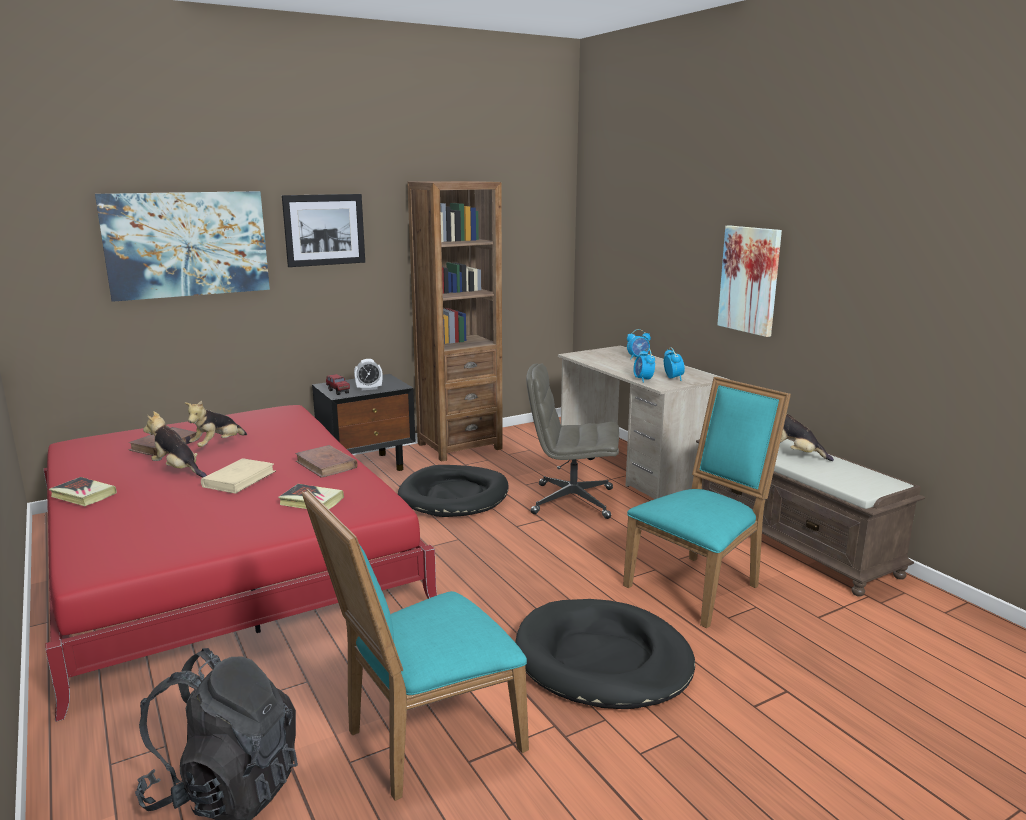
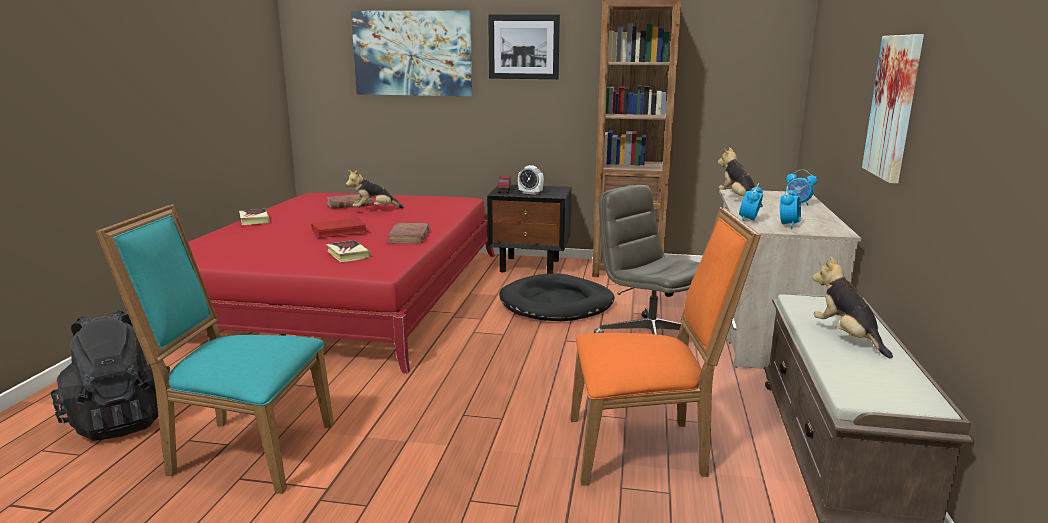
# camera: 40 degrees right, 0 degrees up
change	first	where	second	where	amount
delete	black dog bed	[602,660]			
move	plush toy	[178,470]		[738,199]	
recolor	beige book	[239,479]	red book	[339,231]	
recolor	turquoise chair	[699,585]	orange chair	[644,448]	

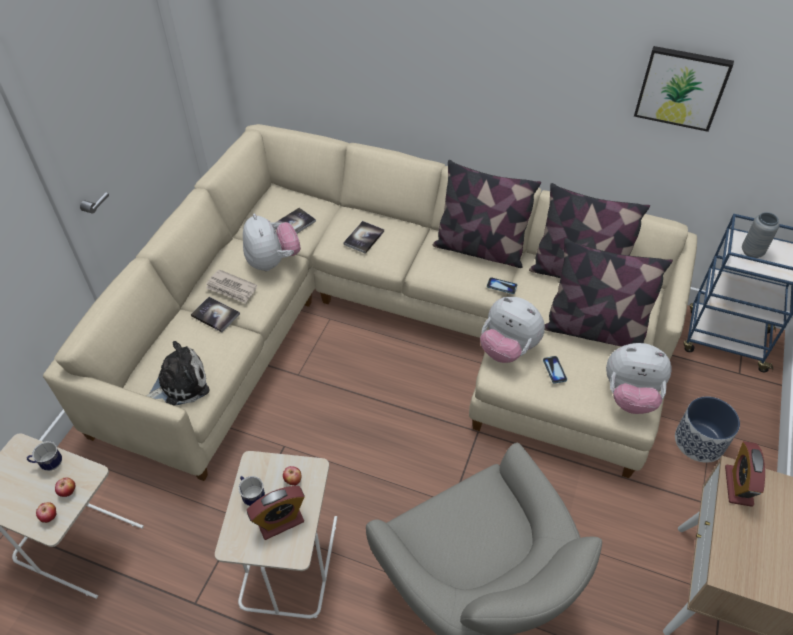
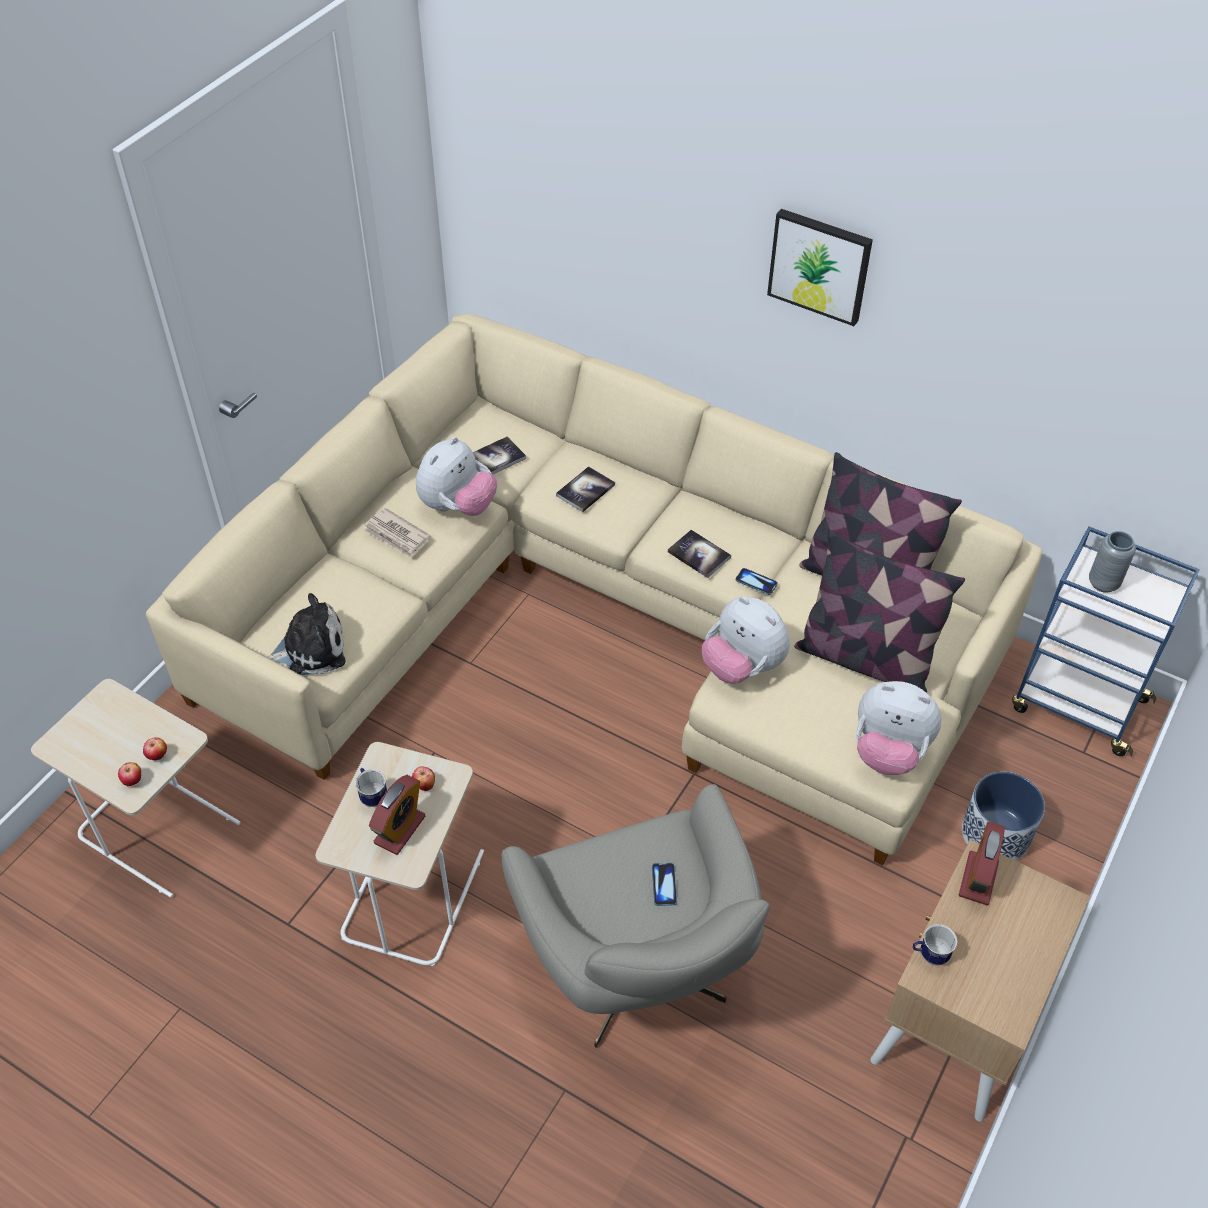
# camera: 10 degrees right, 0 degrees up
change	first	where	second	where	amount
delete	pillow	[479,249]			
move	mug	[49,464]		[929,955]	
move	book	[215,315]		[699,555]	
move	phone	[554,370]		[664,885]	
move	picture	[682,87]		[820,265]	
rotate	plush toy	[273,261]		[457,506]	45 degrees clockwise
rotate	alarm clock	[280,521]		[399,830]	45 degrees counterclockwise

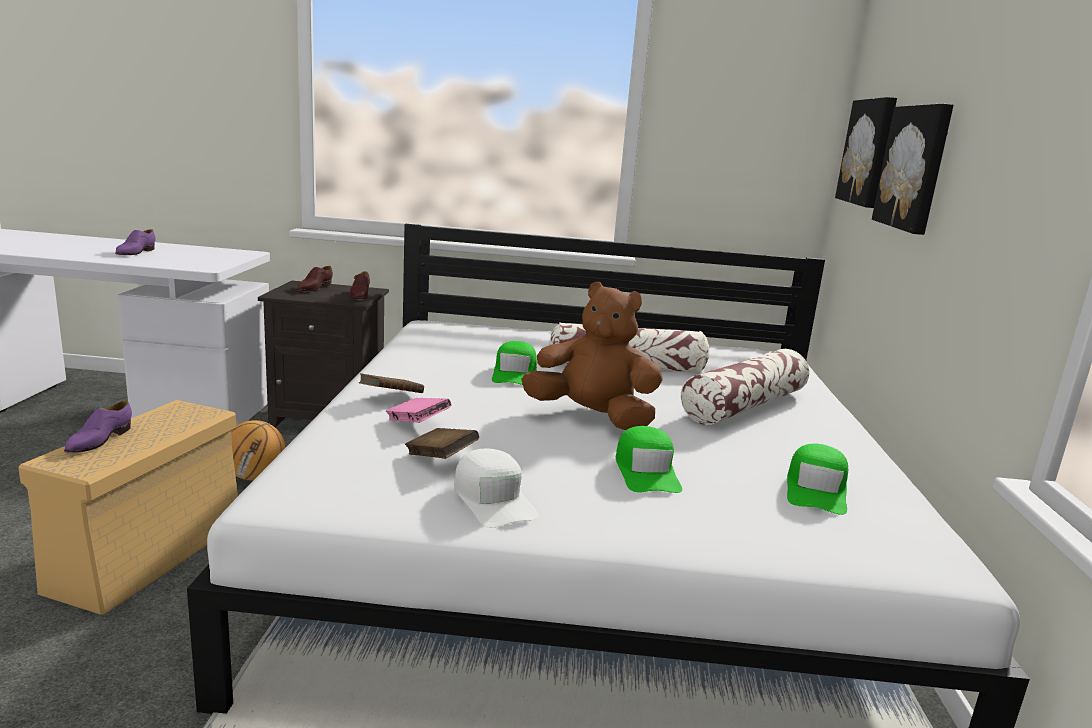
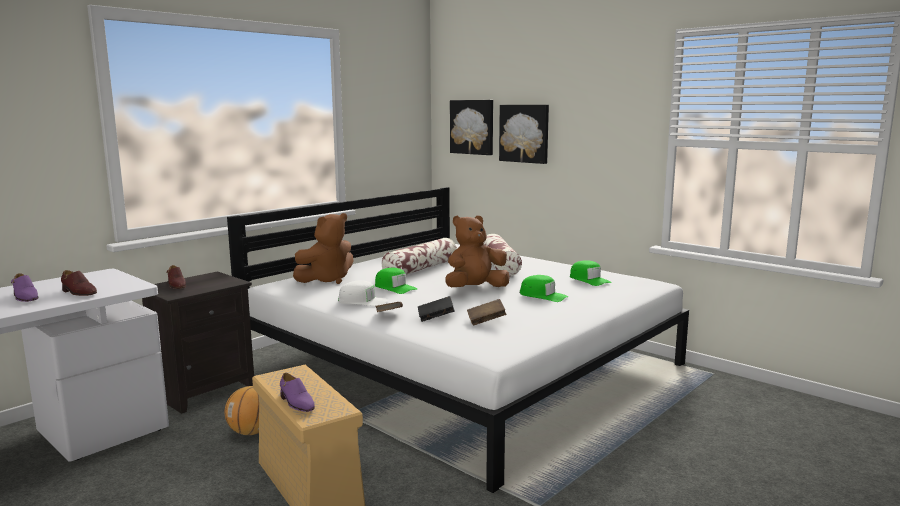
# camera: 50 degrees left, 5 degrees down
change	first	where	second	where	amount
insert			brown plush toy	[327,280]	
move	brown shoe	[360,295]		[79,293]	
move	white cap	[493,500]		[363,302]	
recolor	pink book	[417,424]	black book	[435,318]	

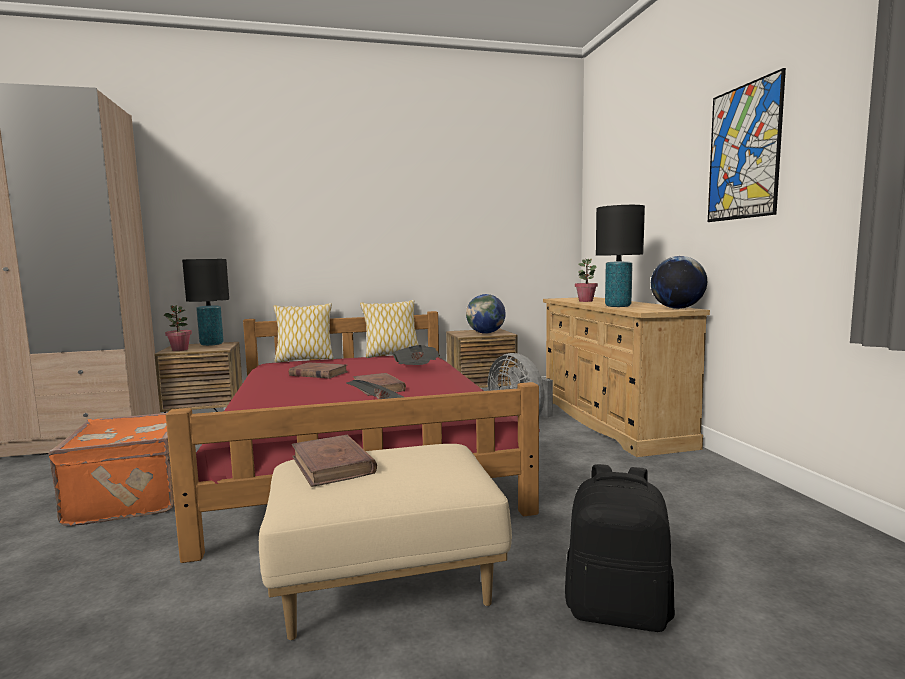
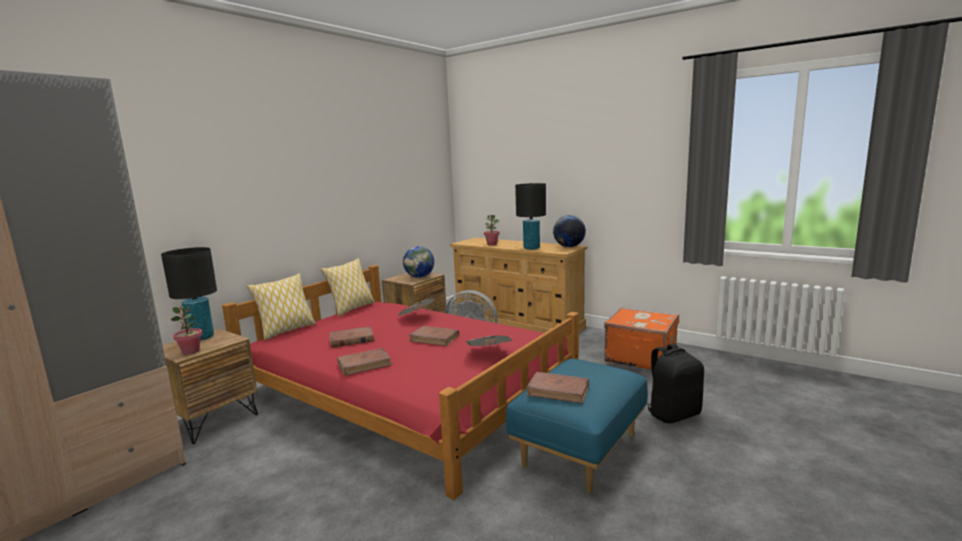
# camera: 40 degrees left, 5 degrees up
change	first	where	second	where	amount
delete	picture	[743,152]			
insert			brown book	[364,364]	
move	orange suitcase	[135,497]		[640,357]	
recolor	beige ottoman	[387,583]	blue ottoman	[579,449]	

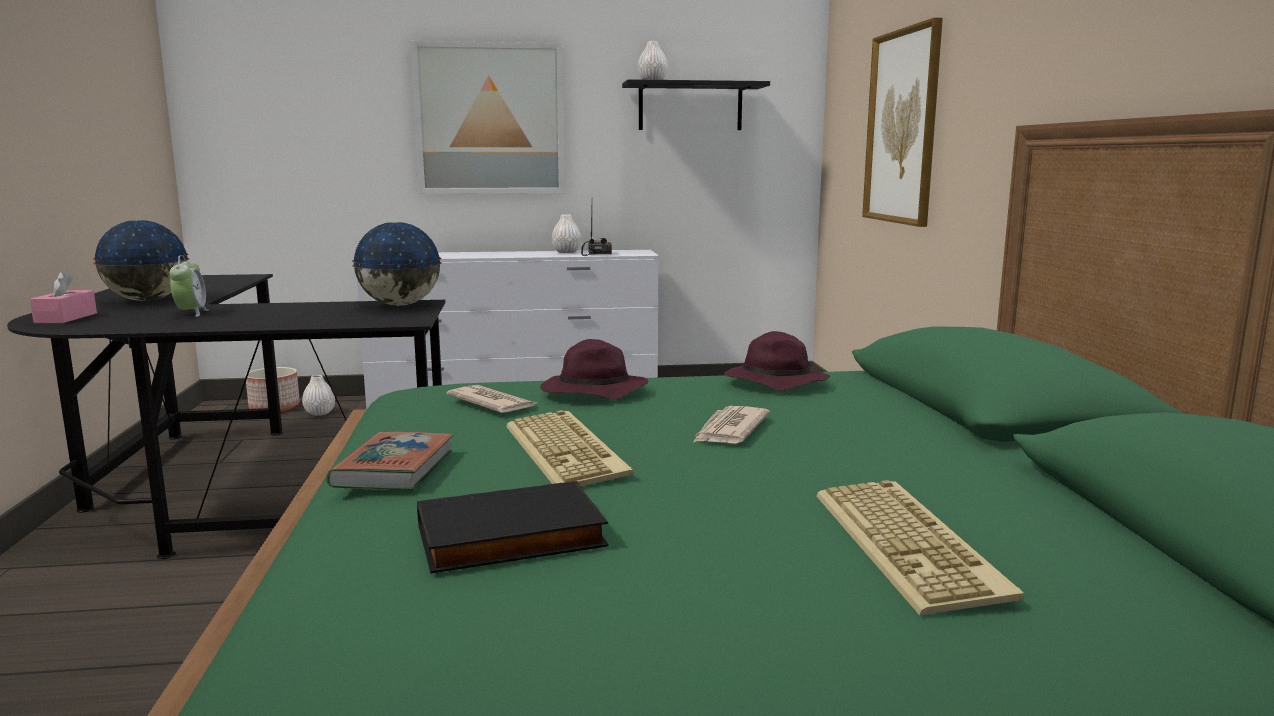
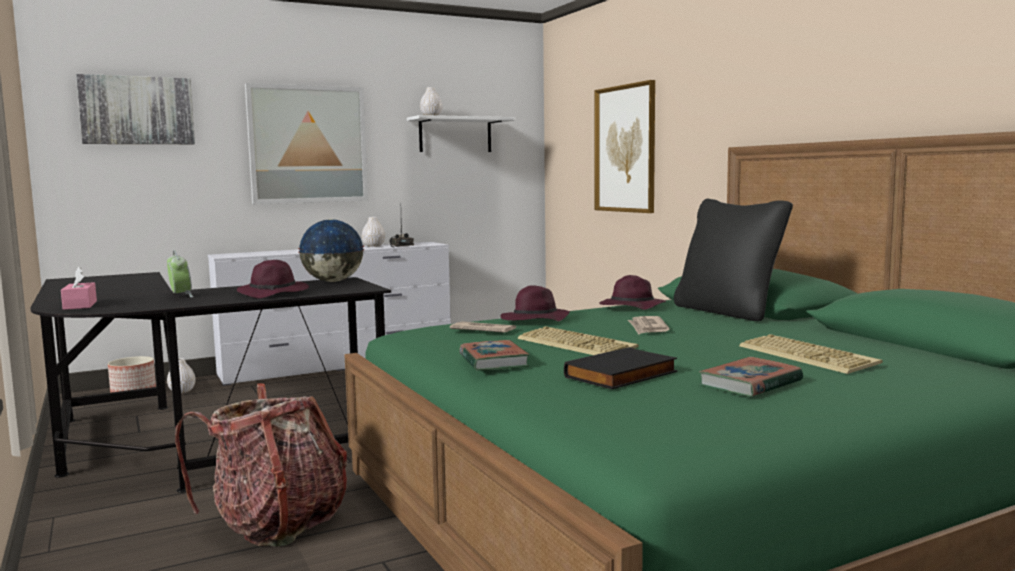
# camera: 20 degrees left, 5 degrees down
change	first	where	second	where	amount
delete	globe	[148,300]			
insert			picture	[137,110]	
insert			backpack	[276,523]	
insert			purple hat	[274,293]	
insert			black pillow	[728,312]	
insert			book	[750,383]	
recolor	black shelf	[690,107]	white shelf	[455,135]	

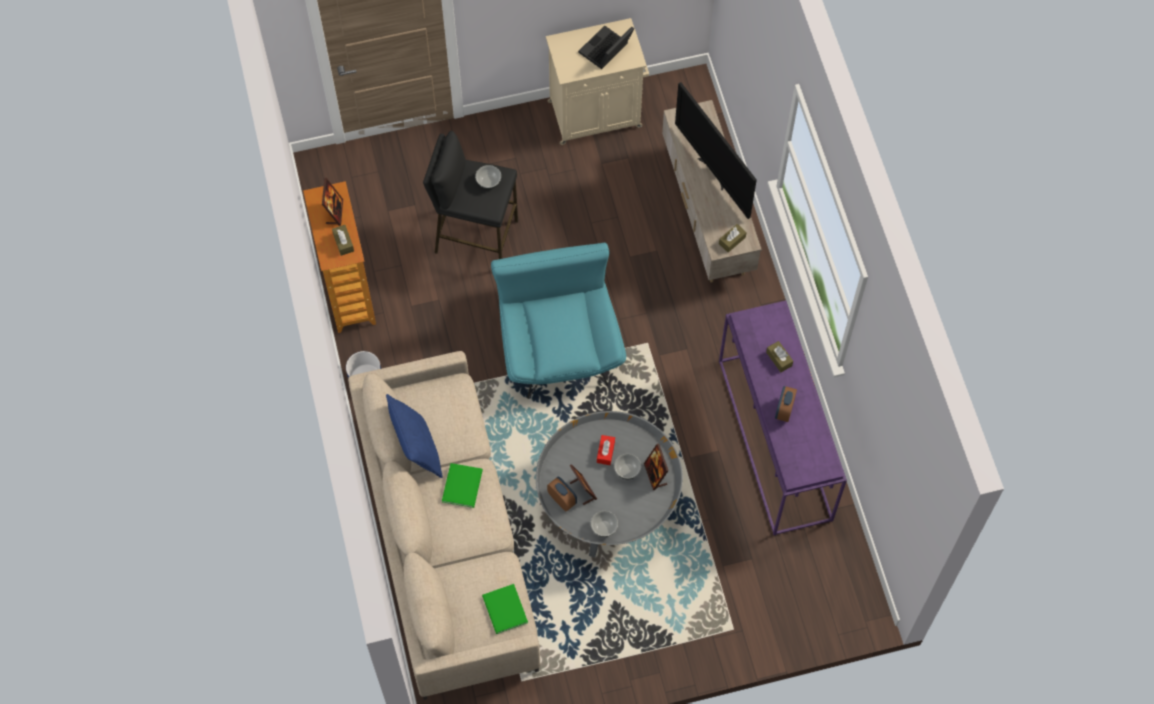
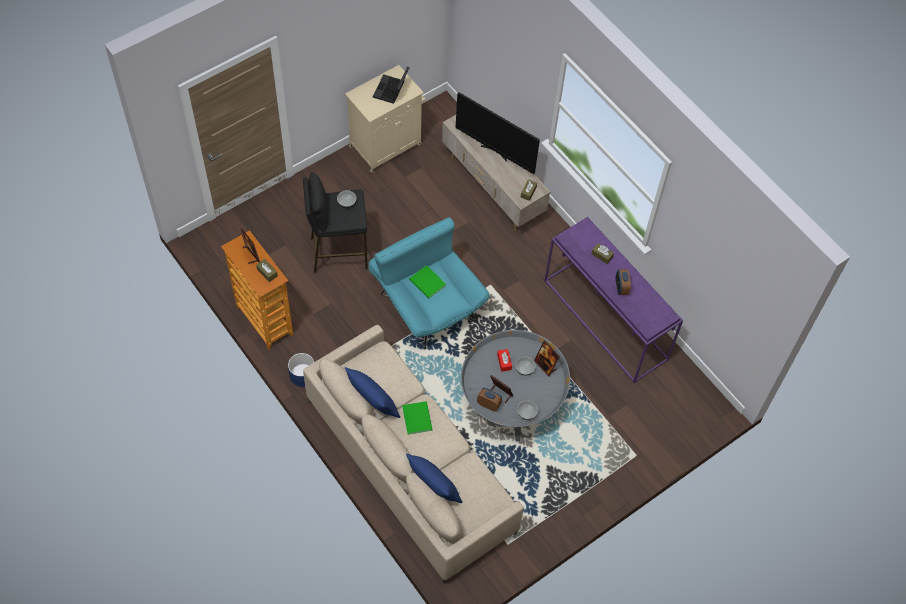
# camera: 25 degrees left, 5 degrees down
change	first	where	second	where	amount
insert			blue pillow	[434,489]	
move	green book	[504,611]		[427,283]	

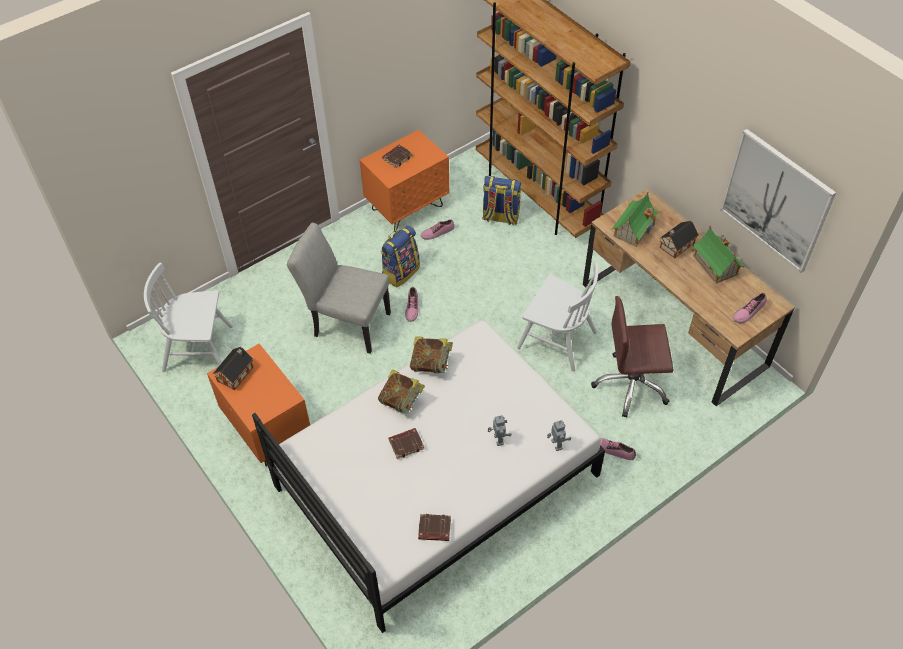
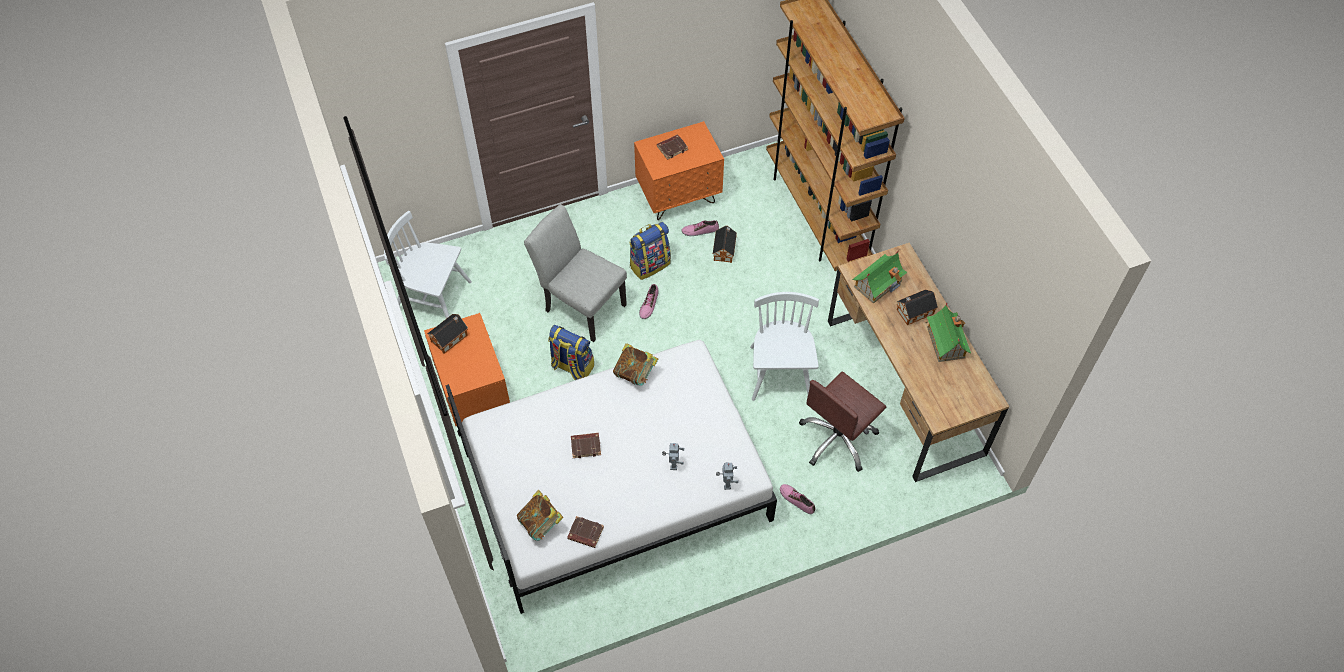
# camera: 15 degrees right, 5 degrees up
change	first	where	second	where	amount
delete	picture	[776,200]			
delete	shoe	[748,311]			
insert			toy house	[724,249]	
move	book	[402,401]		[541,523]	
move	backpack	[500,217]		[572,366]	
rotate	white chair	[556,340]		[780,373]	135 degrees counterclockwise
rotate	brown office chair	[631,385]		[838,439]	60 degrees counterclockwise

